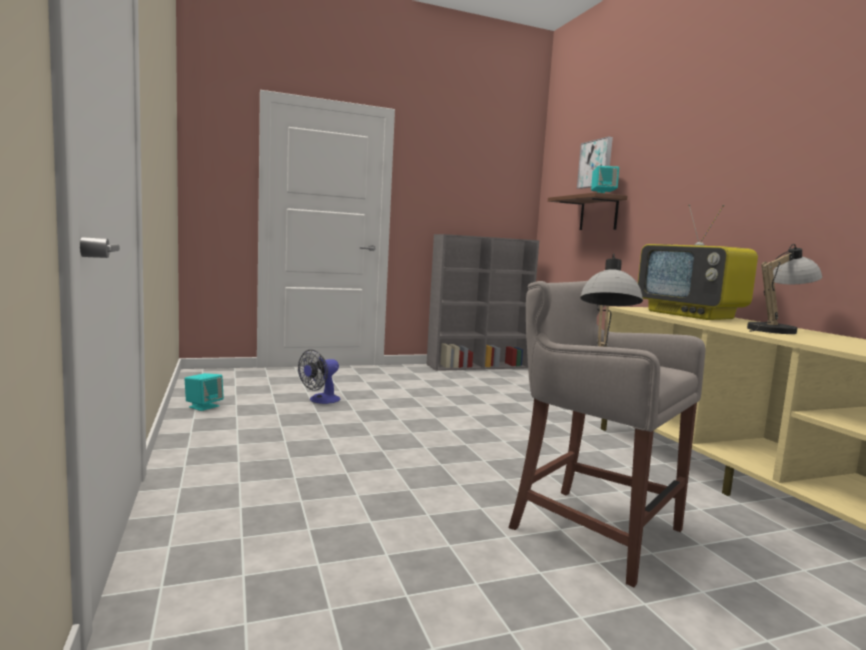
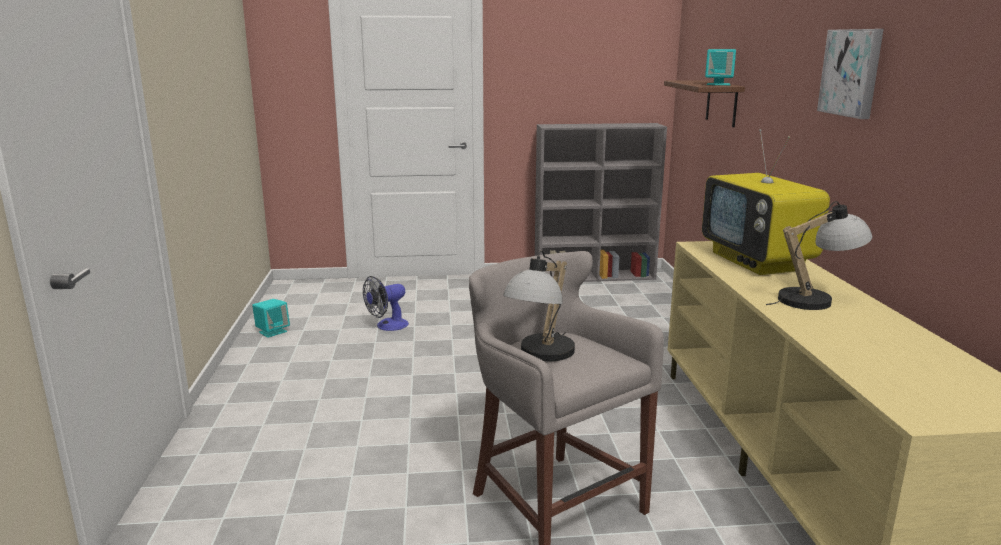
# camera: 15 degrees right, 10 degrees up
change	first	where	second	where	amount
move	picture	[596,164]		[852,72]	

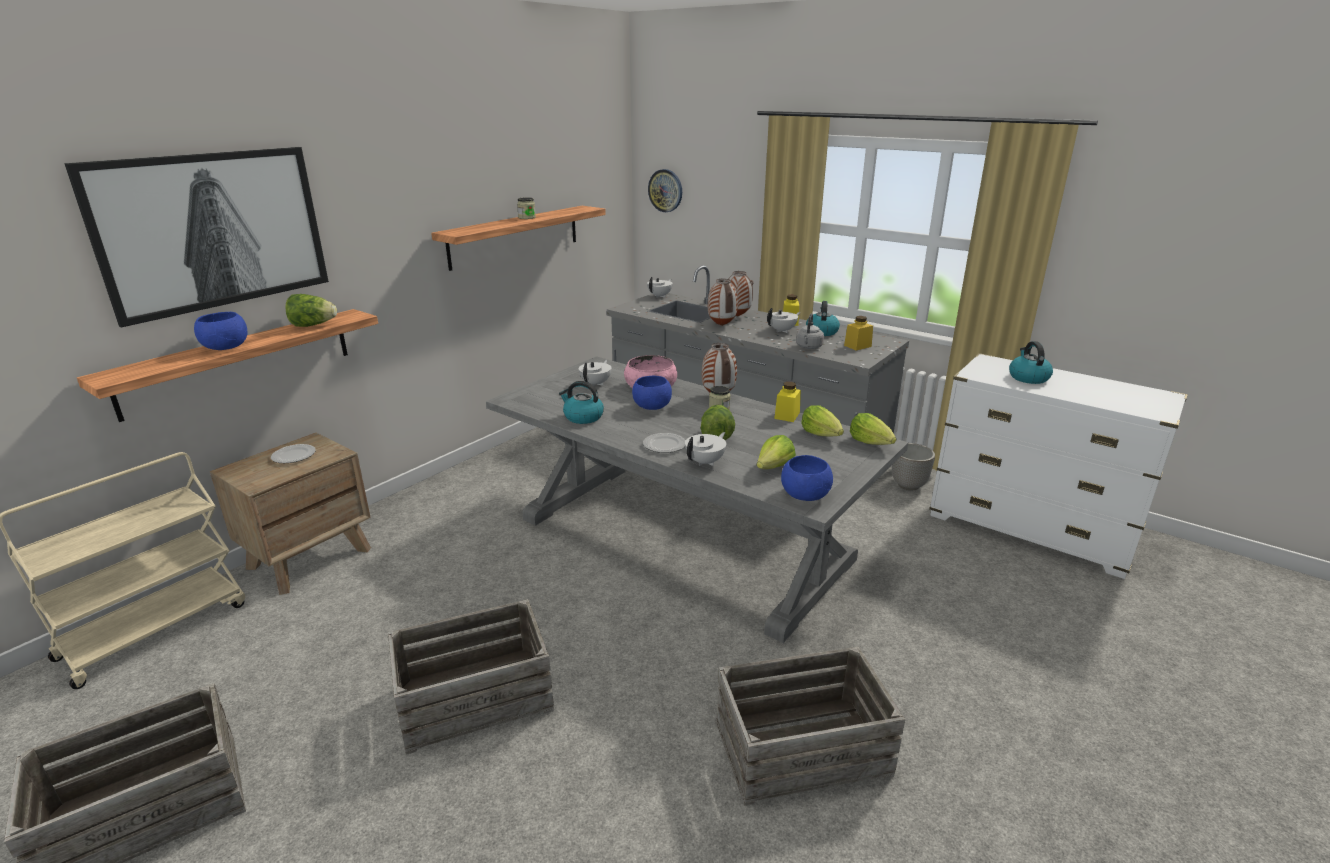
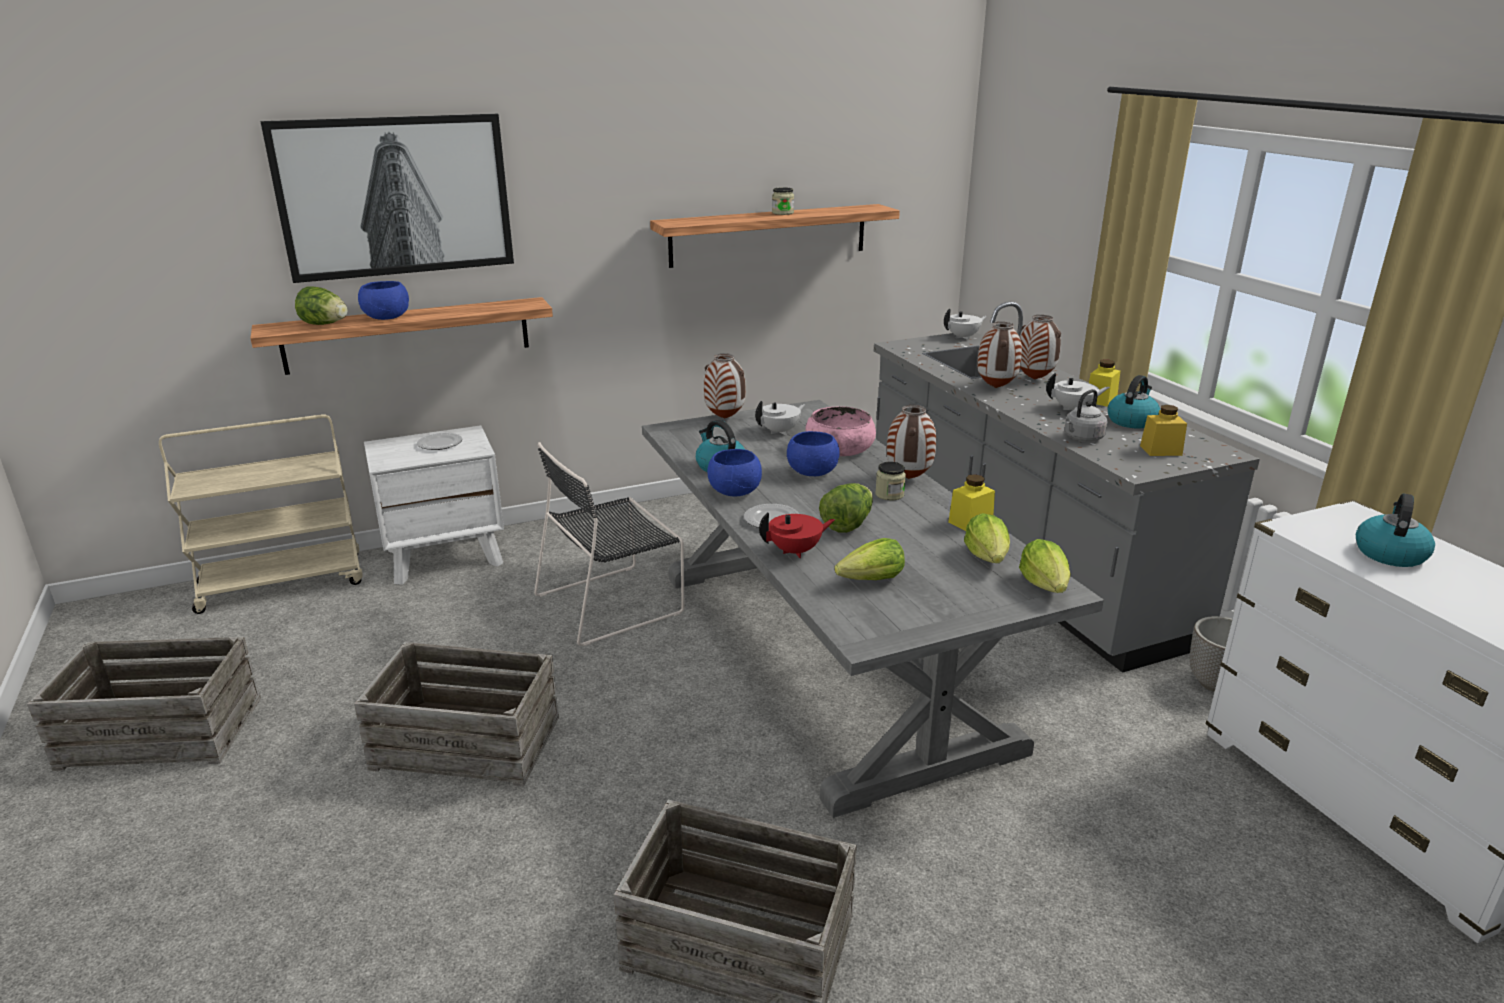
# camera: 30 degrees right, 0 degrees up
change	first	where	second	where	amount
delete	wall clock	[665,190]			
insert			black chair	[613,603]	
insert			vase	[725,418]	
move	lettuce	[313,325]		[325,324]	
move	blue bowl	[805,495]		[735,491]	
recolor	brown nightstand	[310,557]	white nightstand	[445,556]	
recolor	white teapot	[705,462]	red teapot	[796,551]	

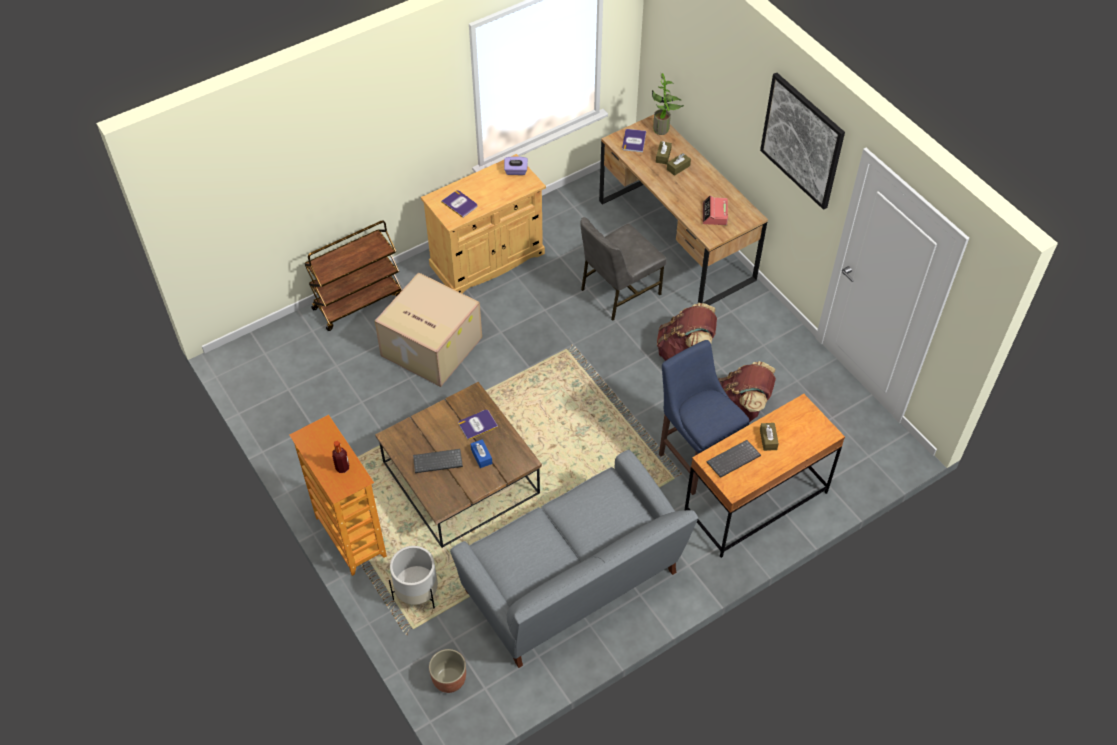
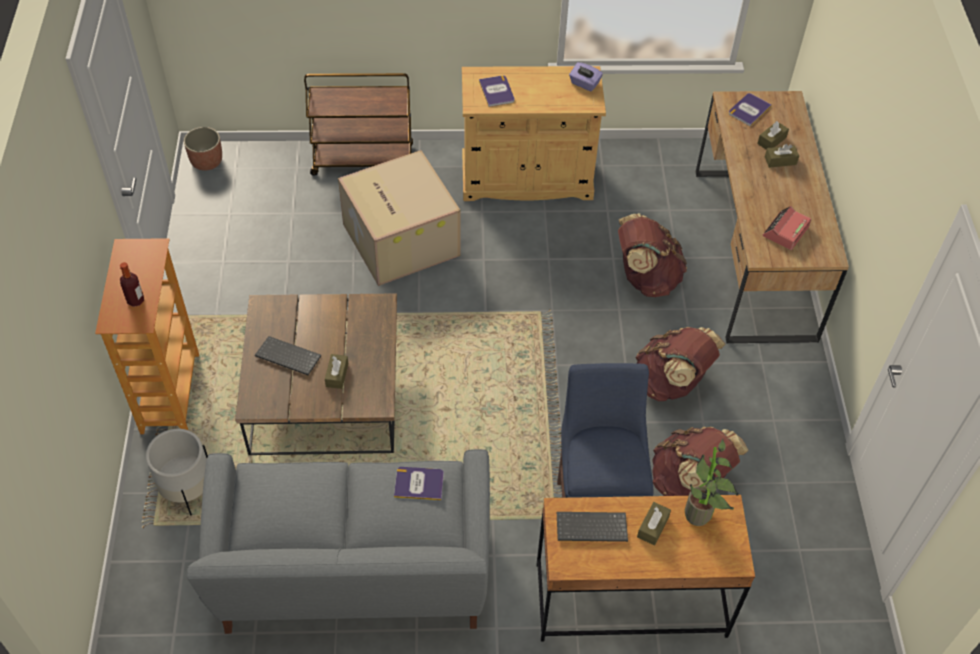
# camera: 30 degrees right, 0 degrees up
change	first	where	second	where	amount
delete	picture	[802,140]			
move	planter	[449,679]		[206,161]	
move	book	[477,425]		[419,484]	
move	potted plant	[663,129]		[701,516]	
replace	grey chair	[618,291]	brown backpack	[645,278]	
recolor	blue tissue box	[481,456]	brown tissue box	[337,375]	

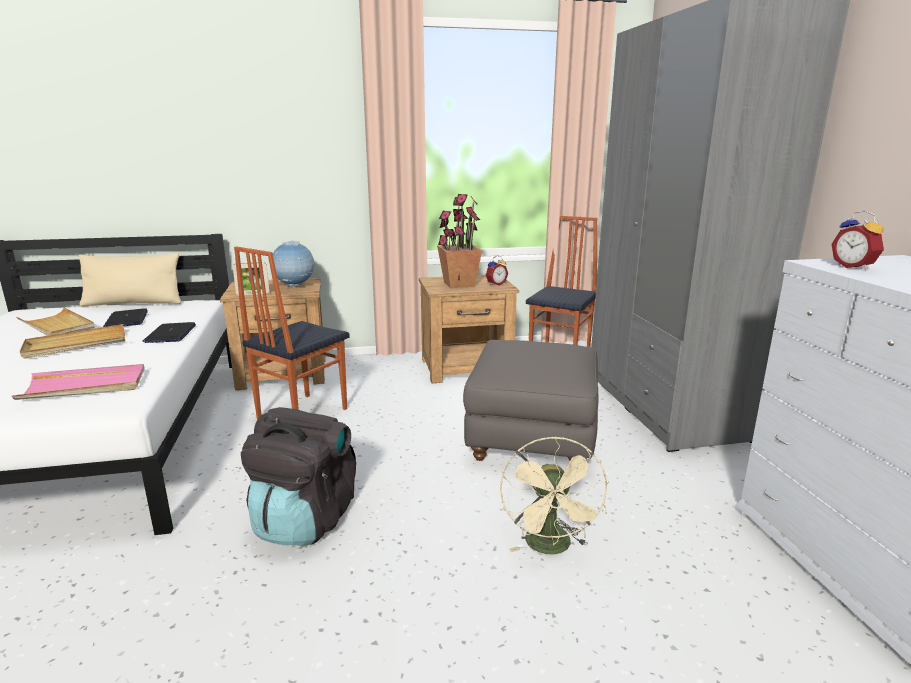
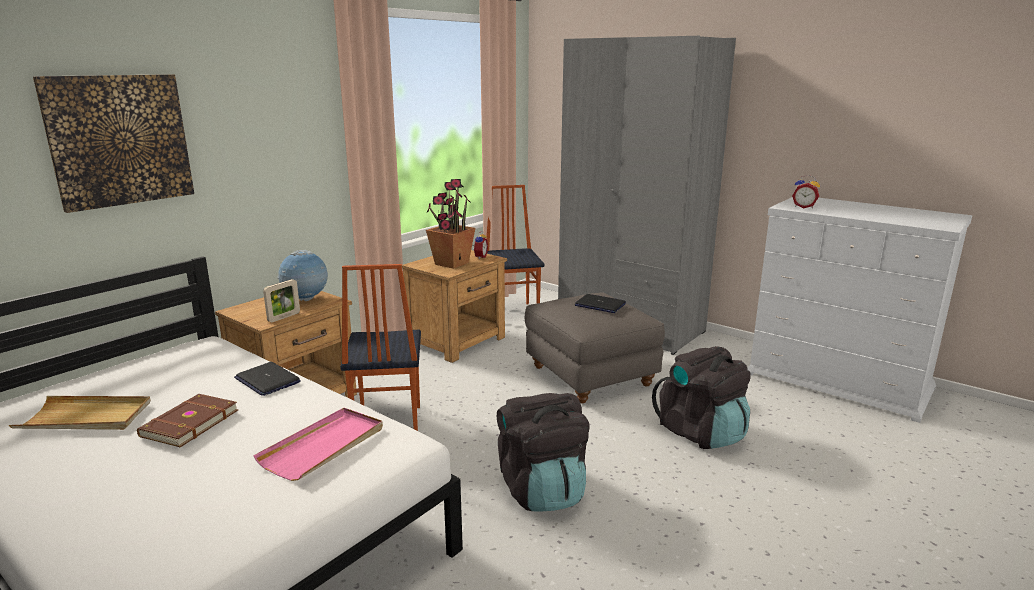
# camera: 40 degrees left, 0 degrees up
change	first	where	second	where	amount
delete	beige pillow	[134,303]			
insert			picture	[119,140]	
move	laptop	[127,319]		[599,305]	
replace	beige tray	[76,345]	brown book	[188,423]	
replace	beige fan	[551,548]	black backpack	[701,432]	

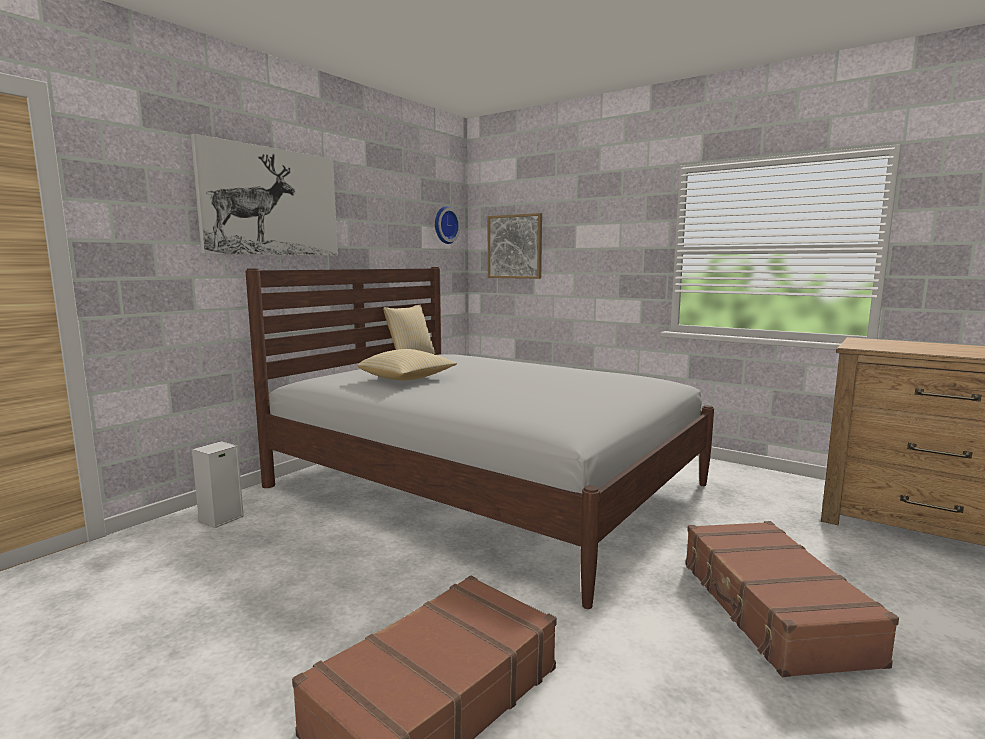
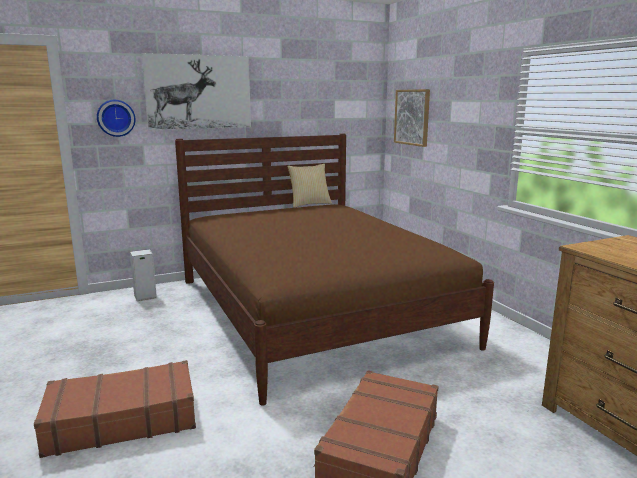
# camera: 30 degrees right, 5 degrees up
change	first	where	second	where	amount
delete	pillow	[407,379]			
move	wall clock	[444,225]		[116,118]	
recolor	white bed	[486,485]	brown bed	[314,311]	

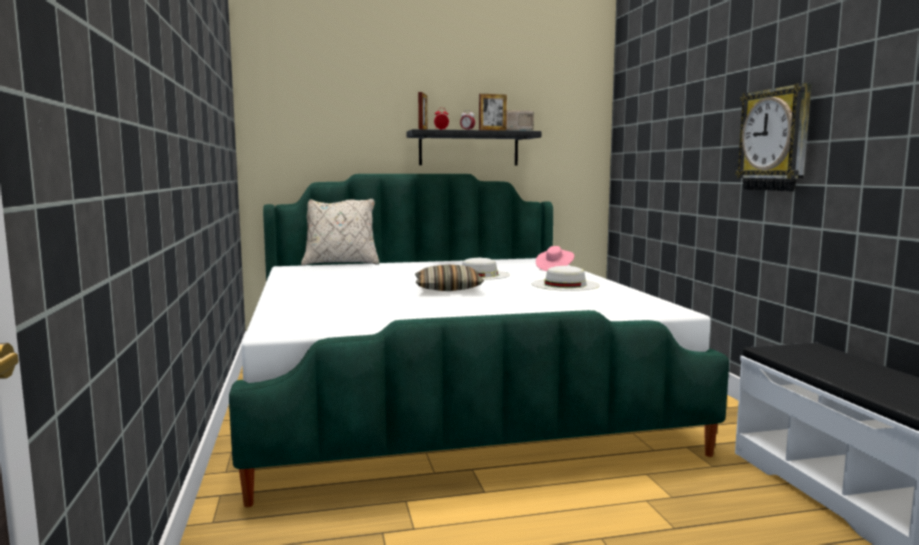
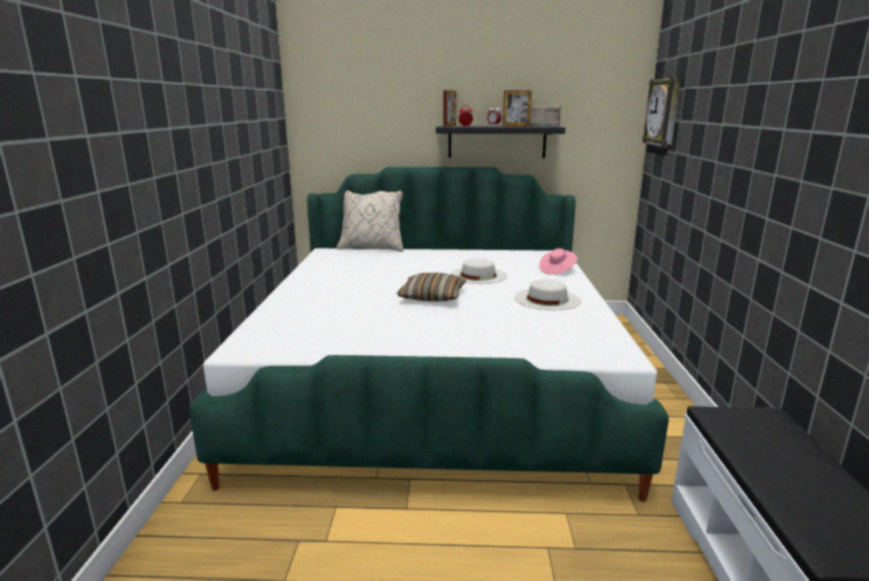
# camera: 15 degrees right, 10 degrees up
change	first	where	second	where	amount
move	wall clock	[775,140]		[663,116]	

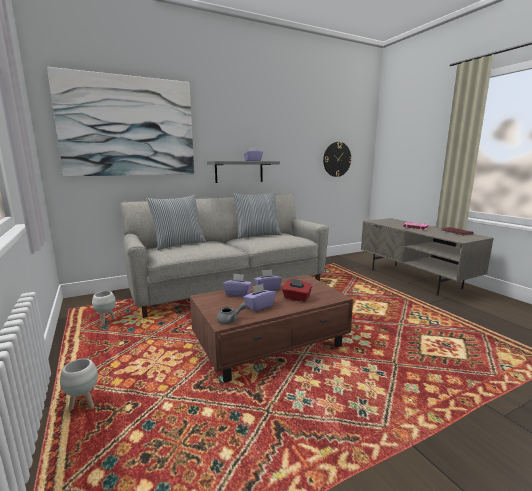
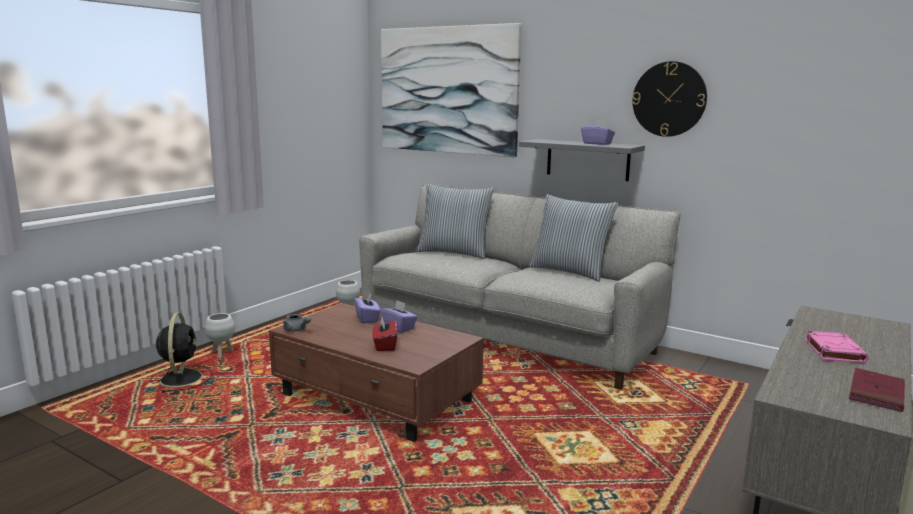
# camera: 60 degrees right, 0 degrees up
change	first	where	second	where	amount
delete	purple tissue box	[259,306]			
insert			black fan	[181,378]	
move	wall clock	[337,159]		[669,99]	

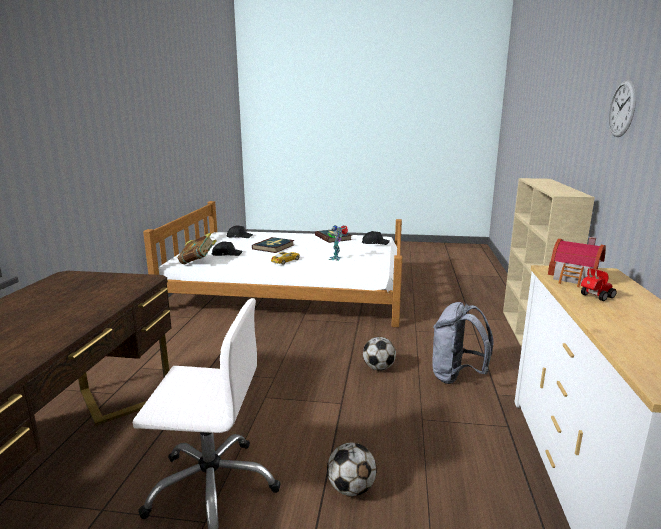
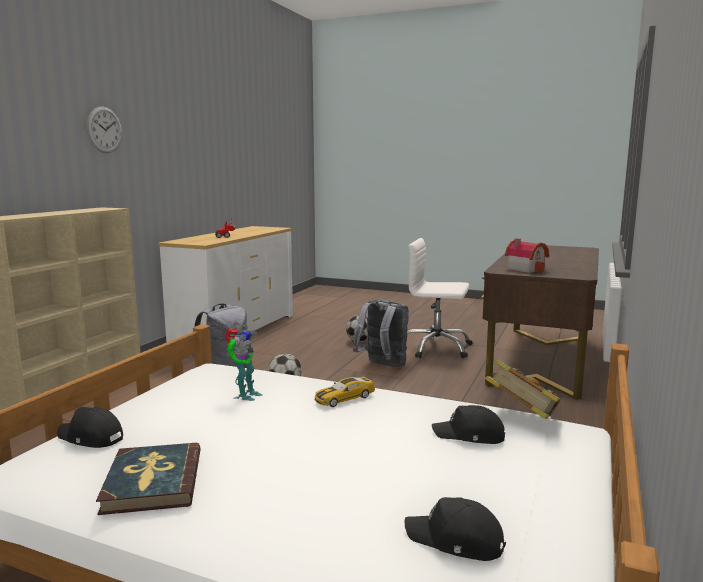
# camera: 165 degrees left, 5 degrees down
change	first	where	second	where	amount
delete	book	[273,247]			
insert			grey backpack	[383,366]	
move	toy house	[575,279]		[526,269]	

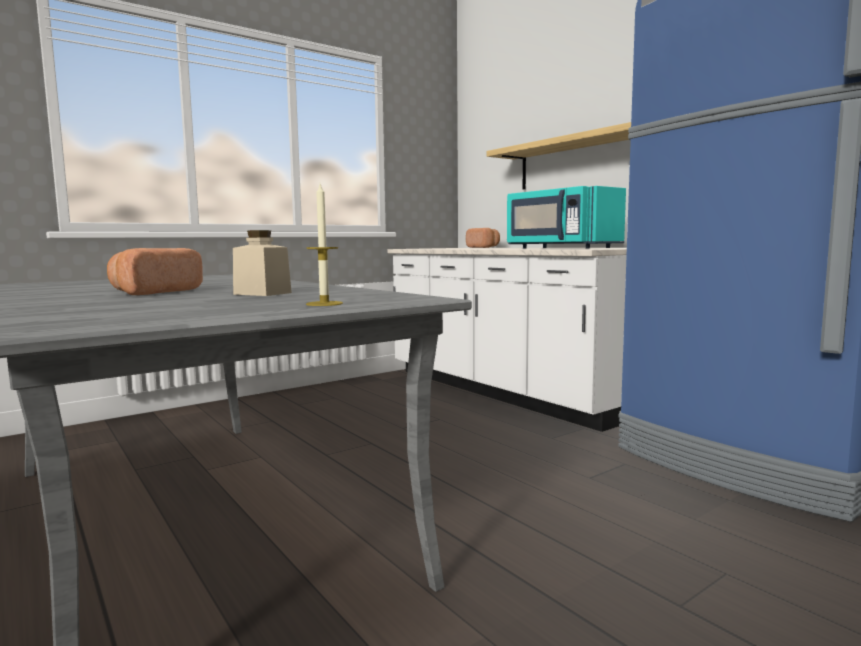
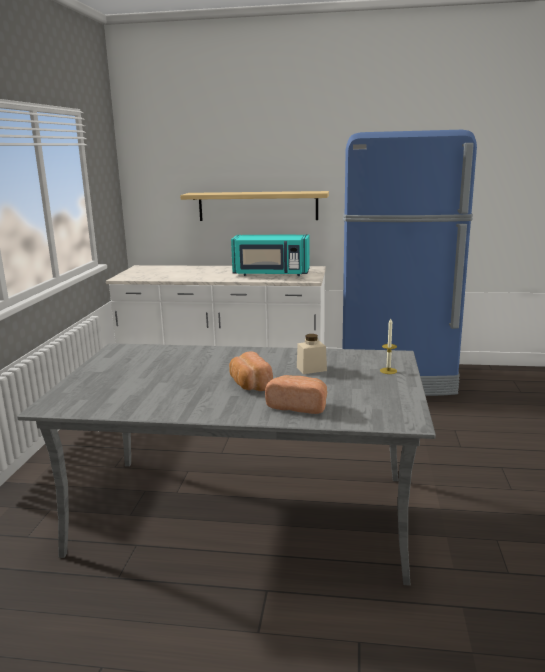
# camera: 45 degrees left, 10 degrees up
change	first	where	second	where	amount
move	bread	[484,247]		[298,406]	

